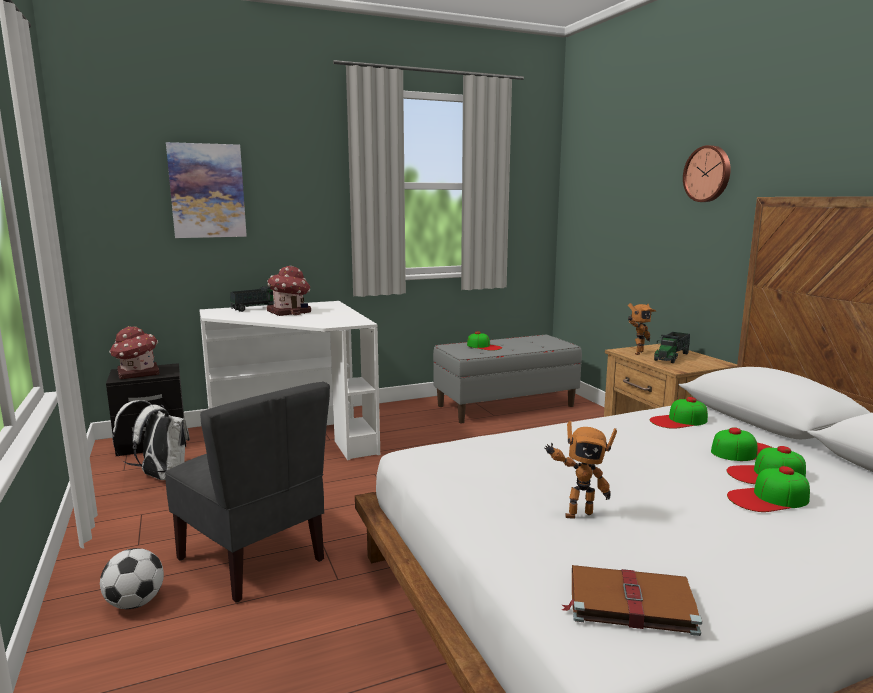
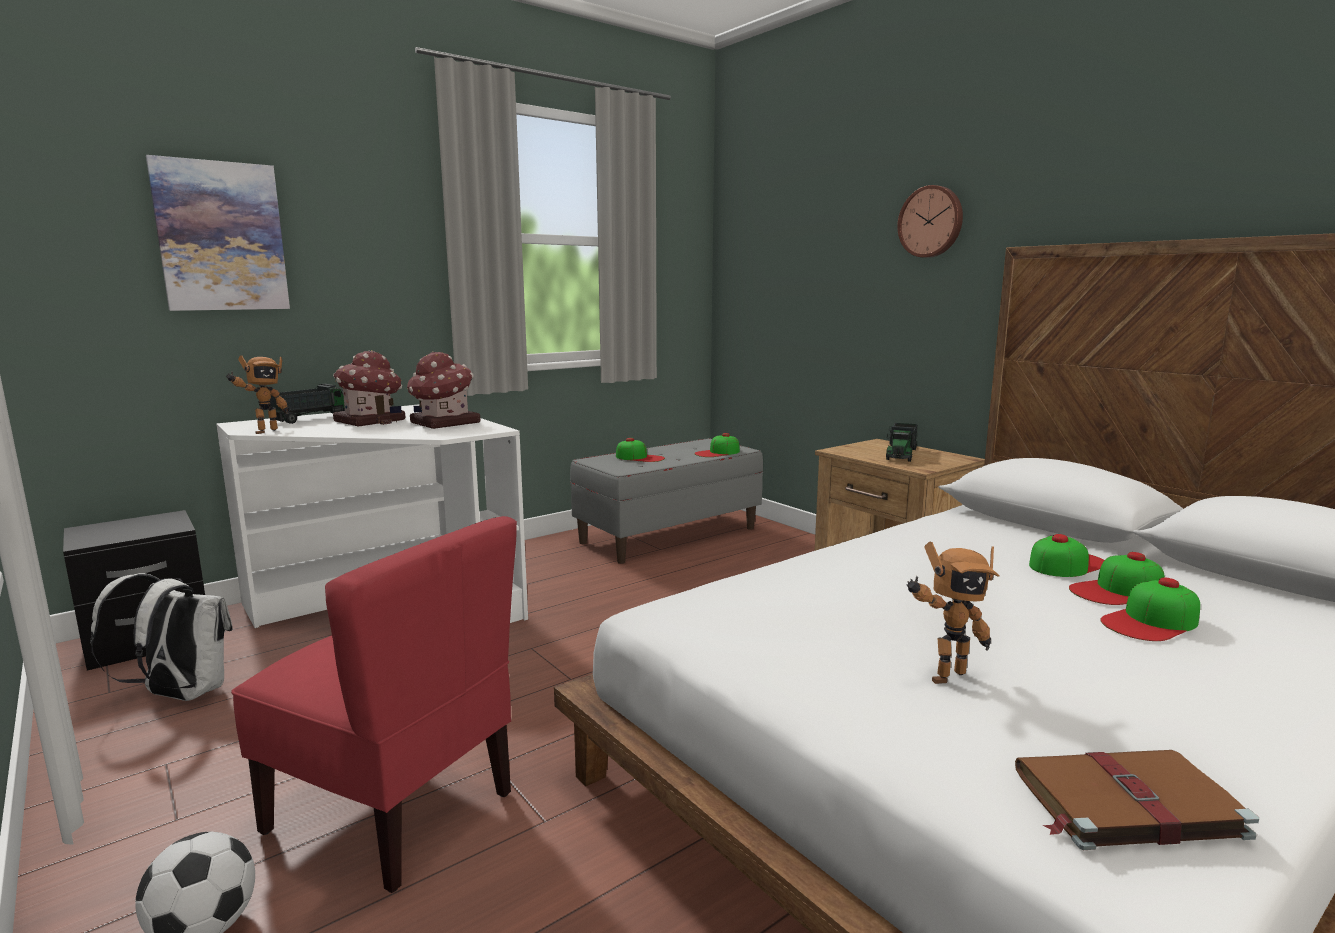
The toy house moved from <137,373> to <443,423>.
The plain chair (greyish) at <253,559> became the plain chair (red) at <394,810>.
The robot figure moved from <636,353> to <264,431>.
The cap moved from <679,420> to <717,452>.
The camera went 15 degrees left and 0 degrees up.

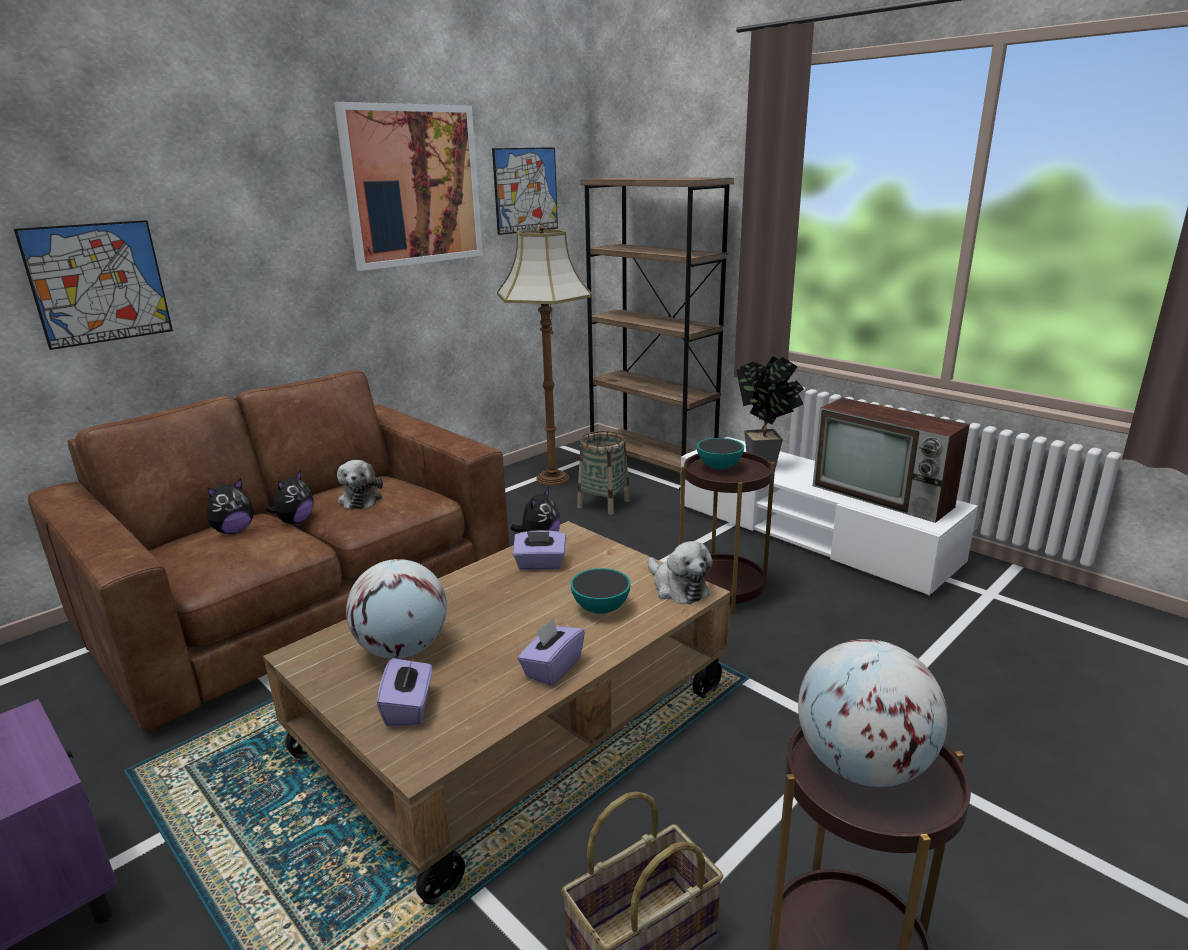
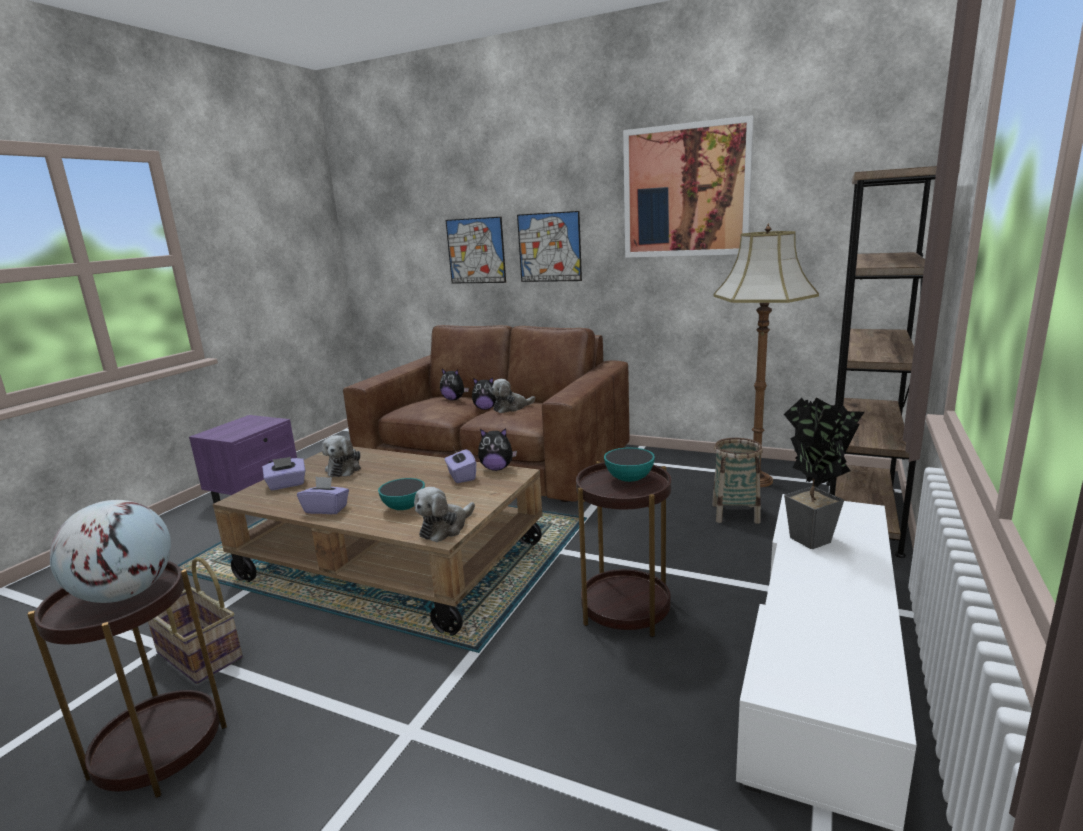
The world globe at <403,649> was replaced by the cuddly toy at <344,468>.
The wall art moved from <526,190> to <549,247>.
The TV at <884,496> disappeared.
The camera went 70 degrees right and 5 degrees down.

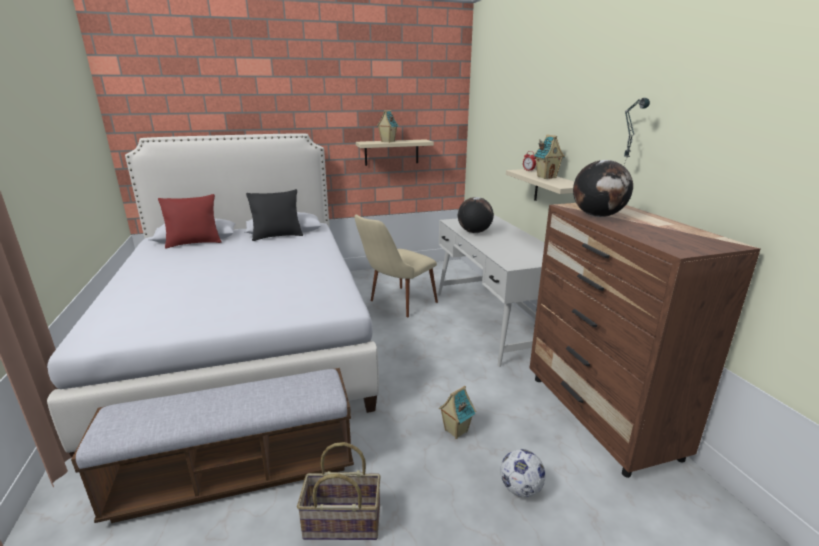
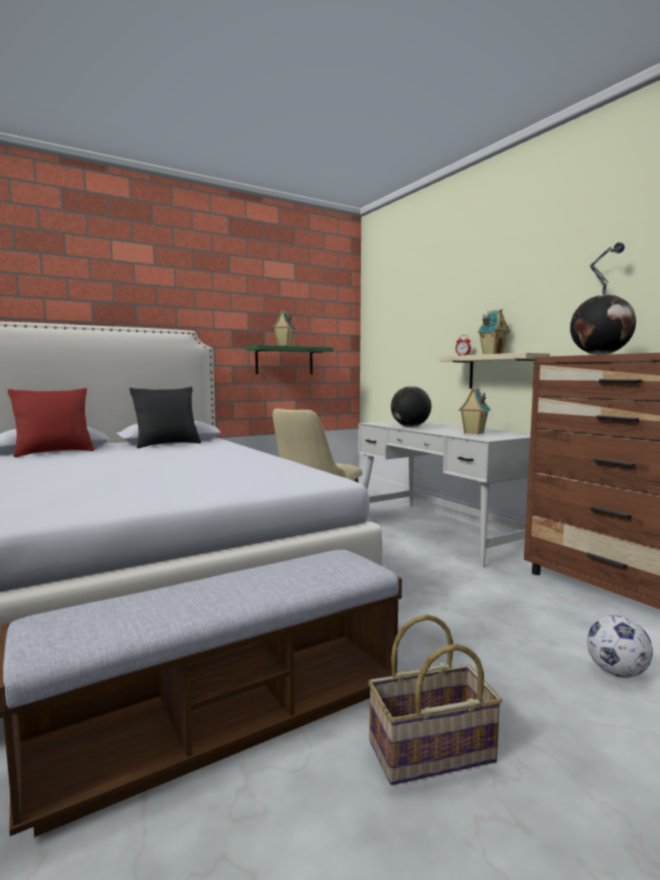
The bracket shelf (beige-coloured) at <391,152> became the bracket shelf (greenish) at <284,360>.
The toy house moved from <455,431> to <473,433>.
The camera went 15 degrees left and 15 degrees down.

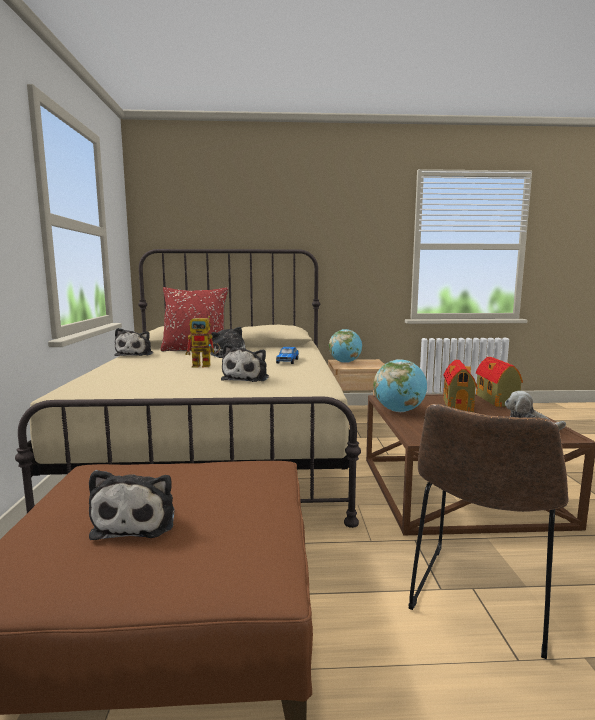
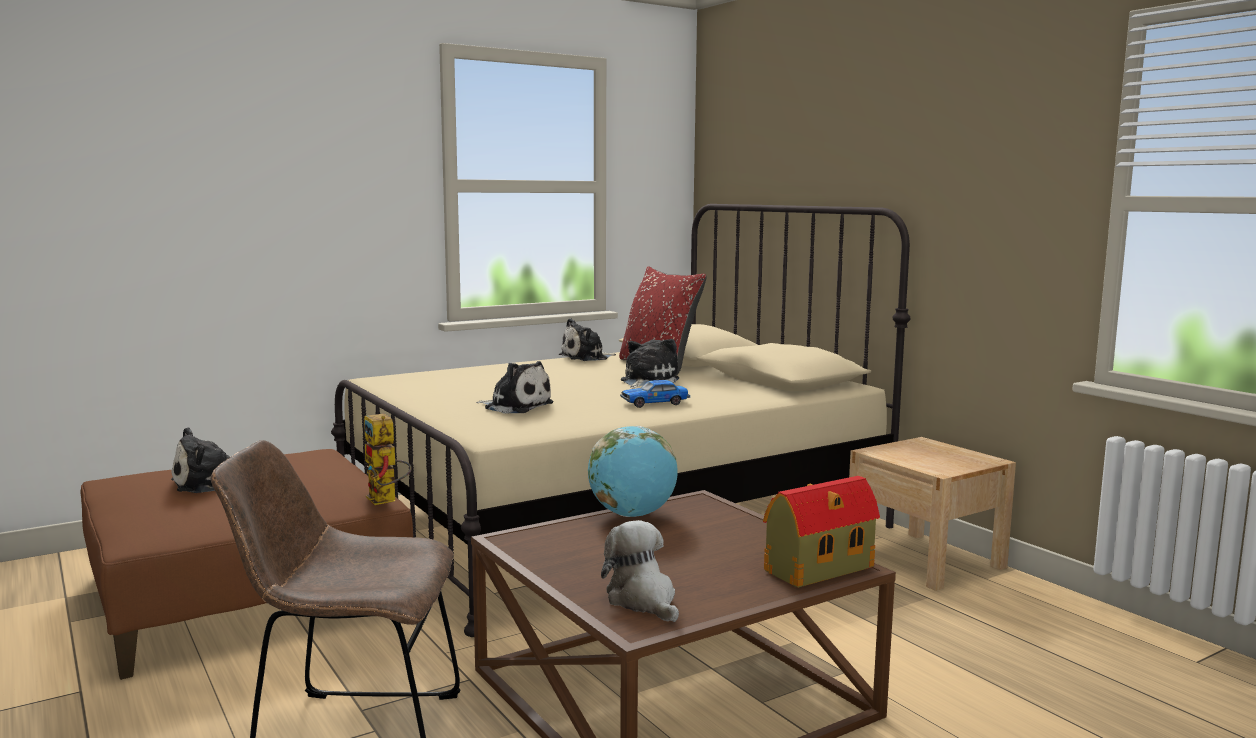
The robot figure moved from <206,365> to <386,501>.
The cuddly toy at <247,378> turned 135 degrees counterclockwise.
The world globe at <345,362> disappeared.
The toy house at <457,404> disappeared.
The camera went 60 degrees right and 0 degrees up.

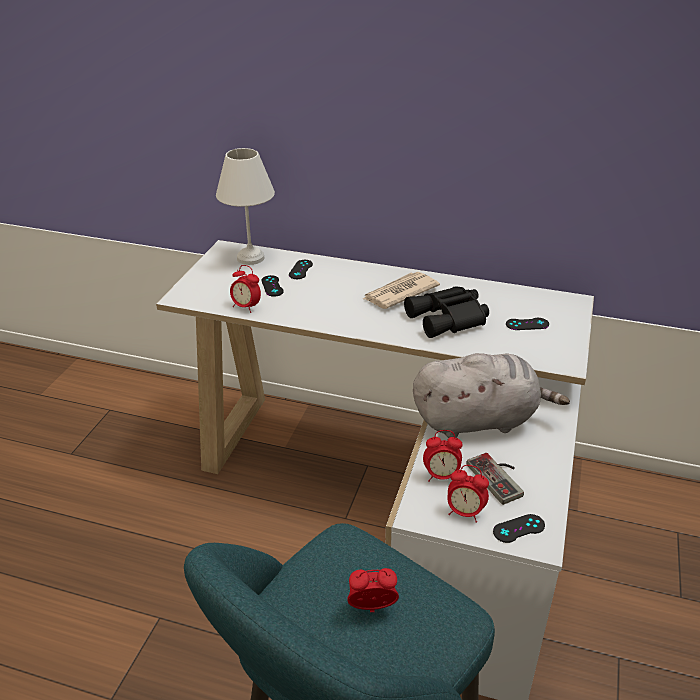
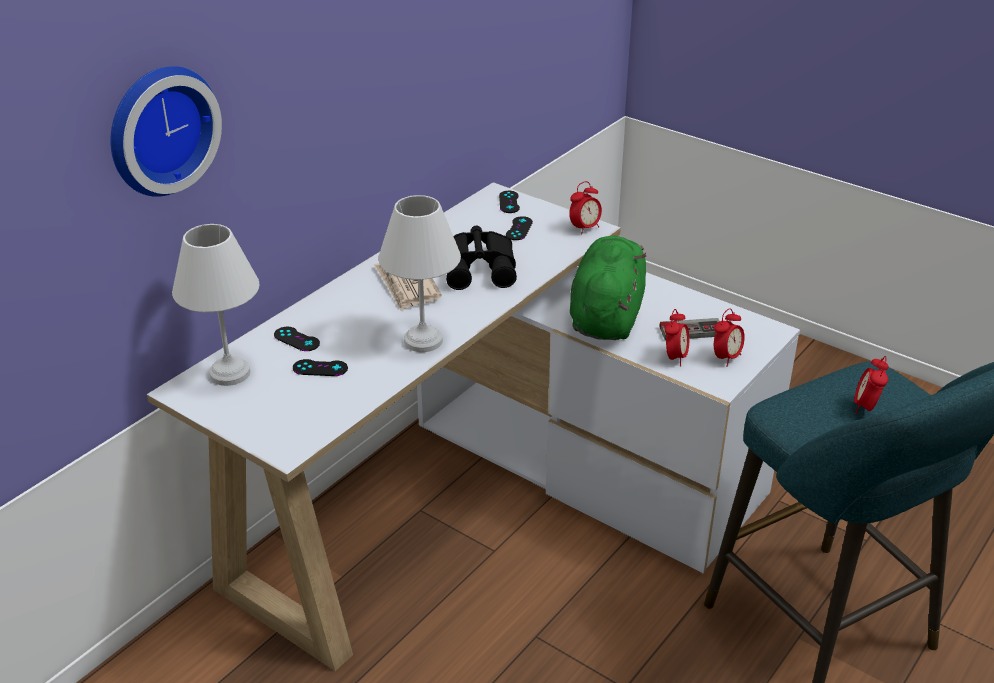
The bedside clock moved from <246,307> to <584,228>.
The cuddly toy (greyish) at <479,420> became the cuddly toy (greenish) at <606,316>.
The game controller (black-coloured) moved from <519,528> to <509,202>.
The hanging clock at <158,129> appeared.
The table lamp (white) at <421,340> appeared.
The camera went 70 degrees left and 0 degrees up.

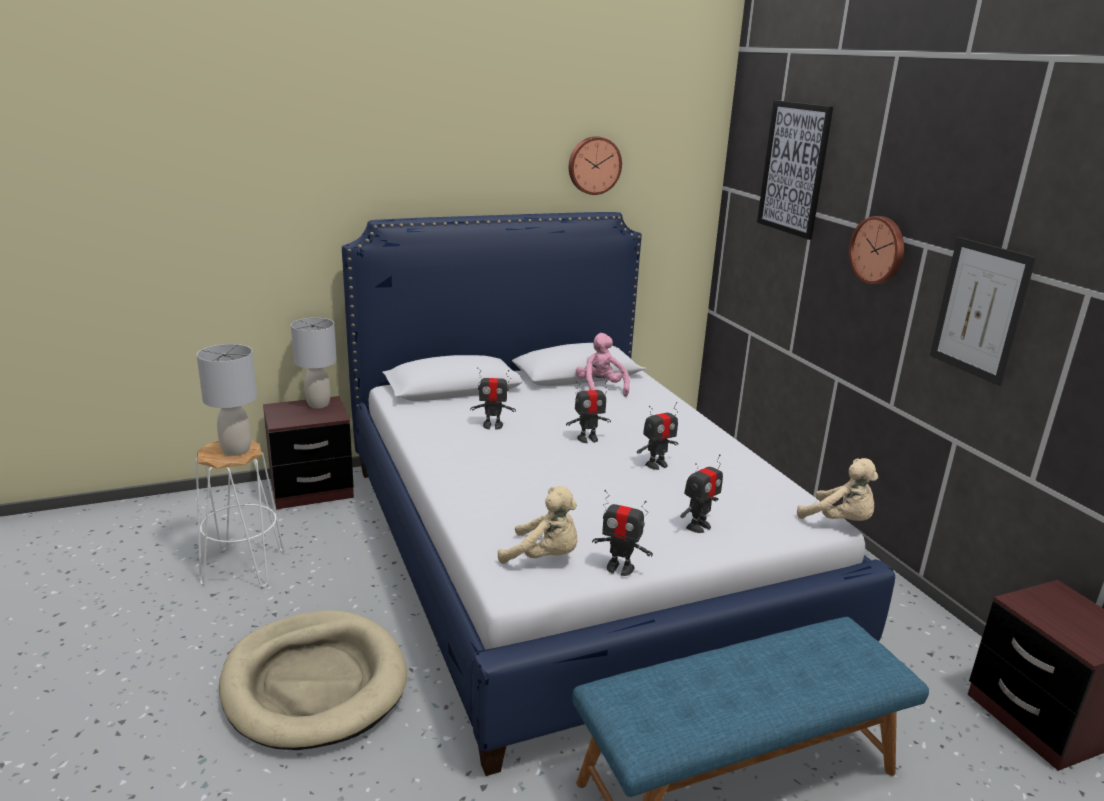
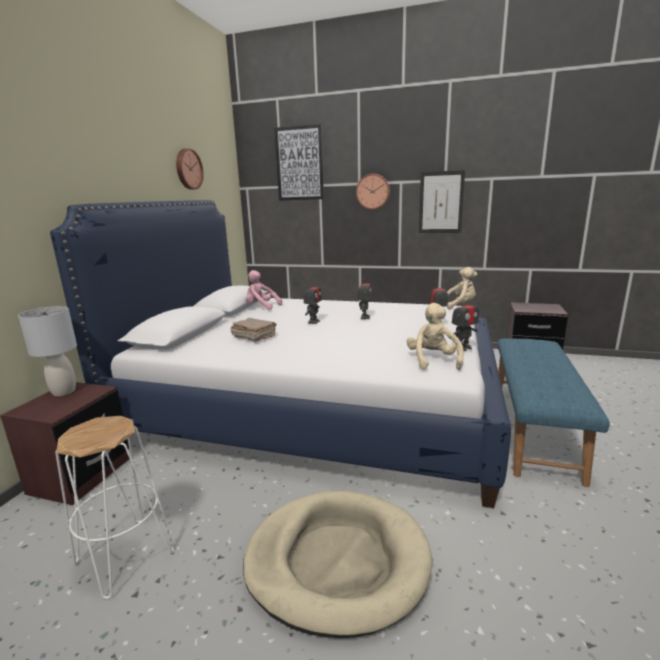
The table lamp (greyish) at <237,450> disappeared.
The robot figure at <492,425> was replaced by the volume (brown-coloured) at <254,337>.
The cuddly toy (beige-coloured) at <544,557> turned 60 degrees counterclockwise.
The camera went 50 degrees left and 5 degrees down.

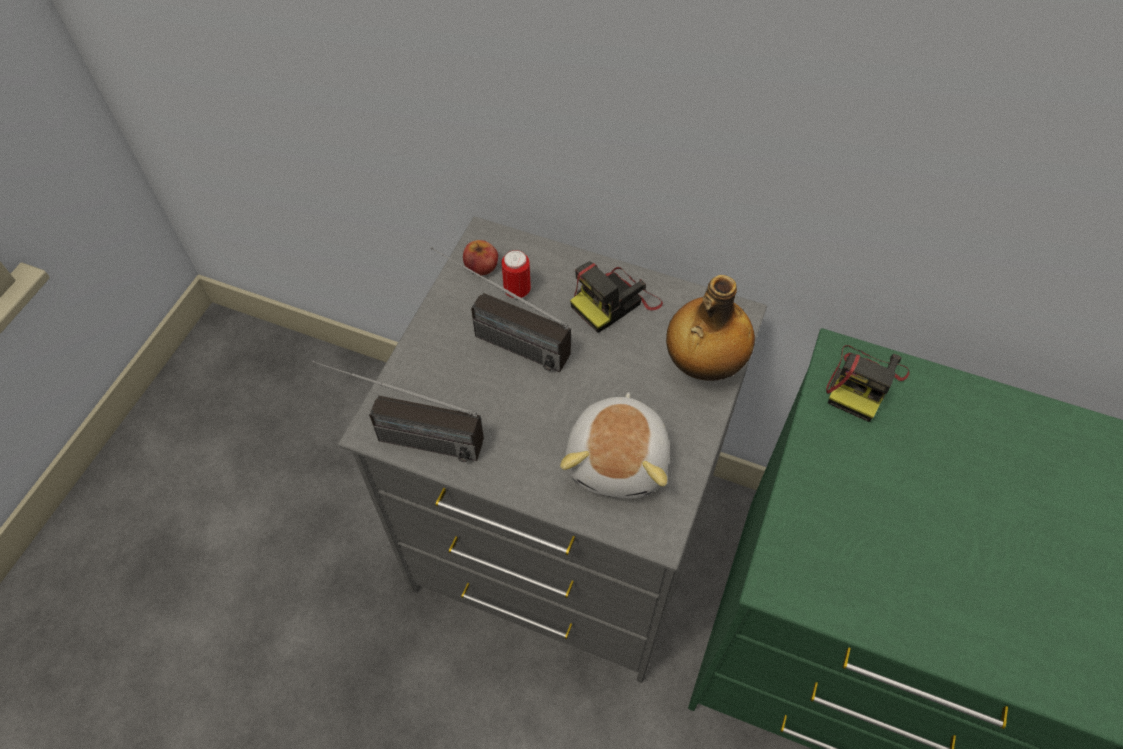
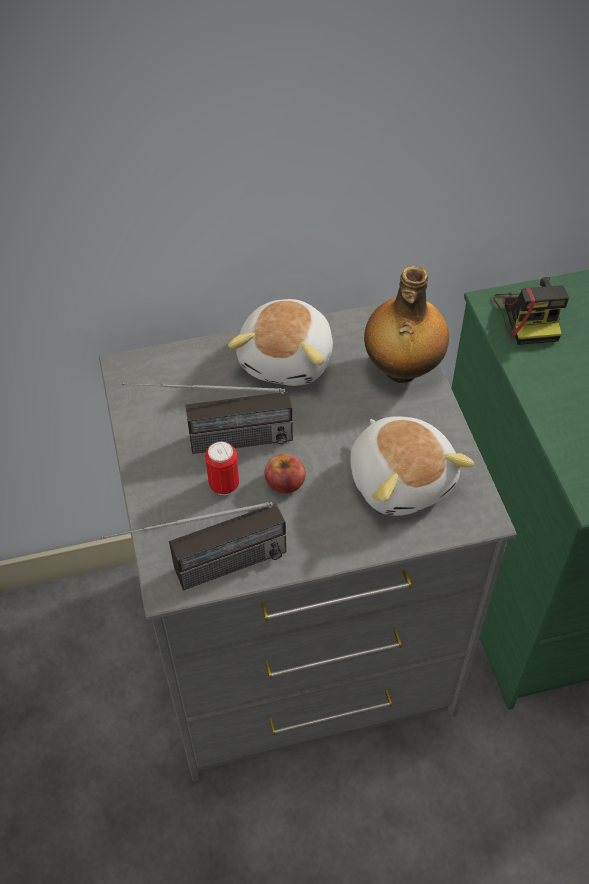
The apple fruit moved from <481,266> to <285,482>.
The sealed can moved from <517,291> to <224,485>.
The still camera at <615,301> was replaced by the cuddly toy at <288,359>.
The camera went 35 degrees left and 5 degrees down.

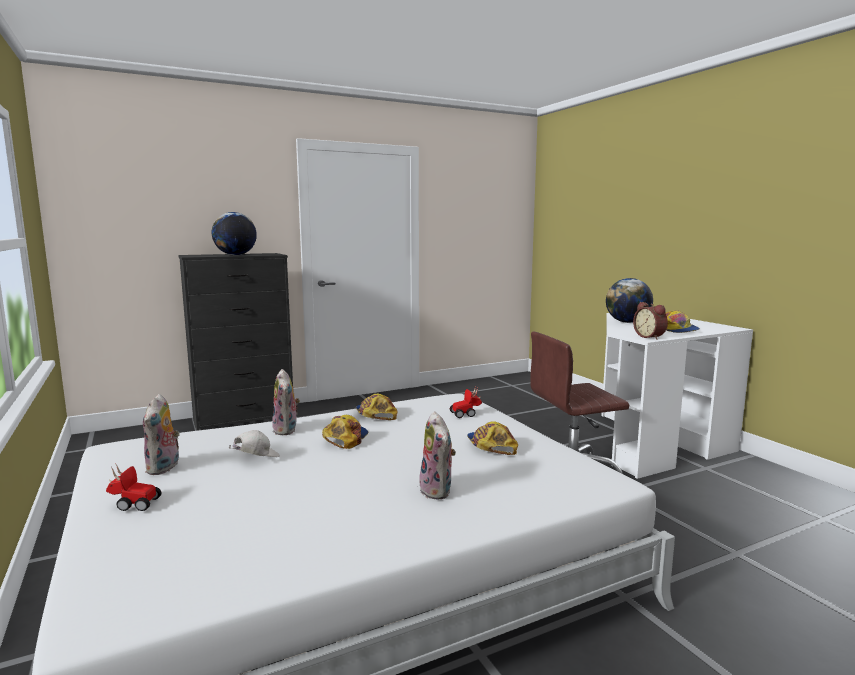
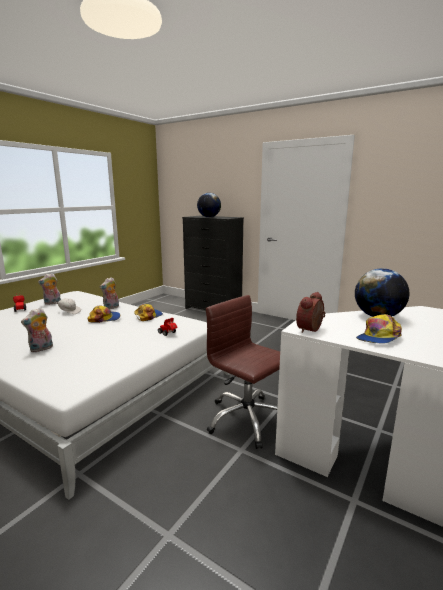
The cap at <491,446> disappeared.
The camera went 60 degrees right and 5 degrees up.

